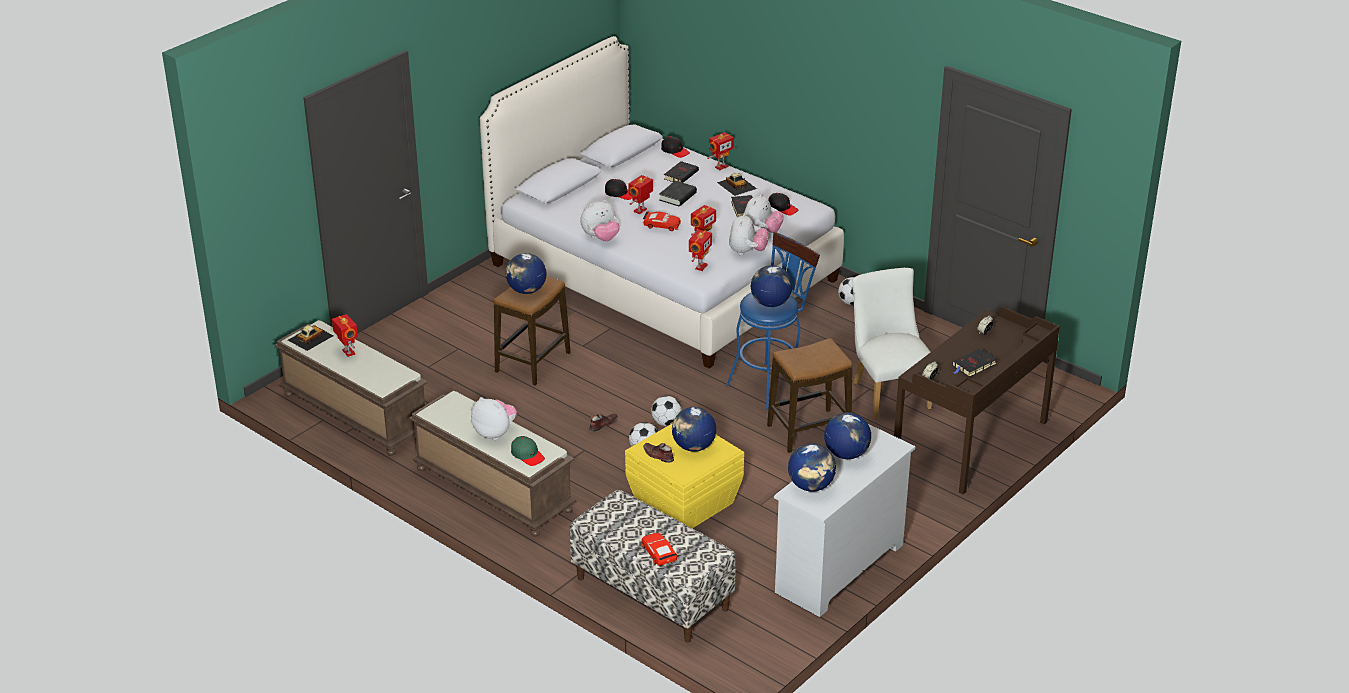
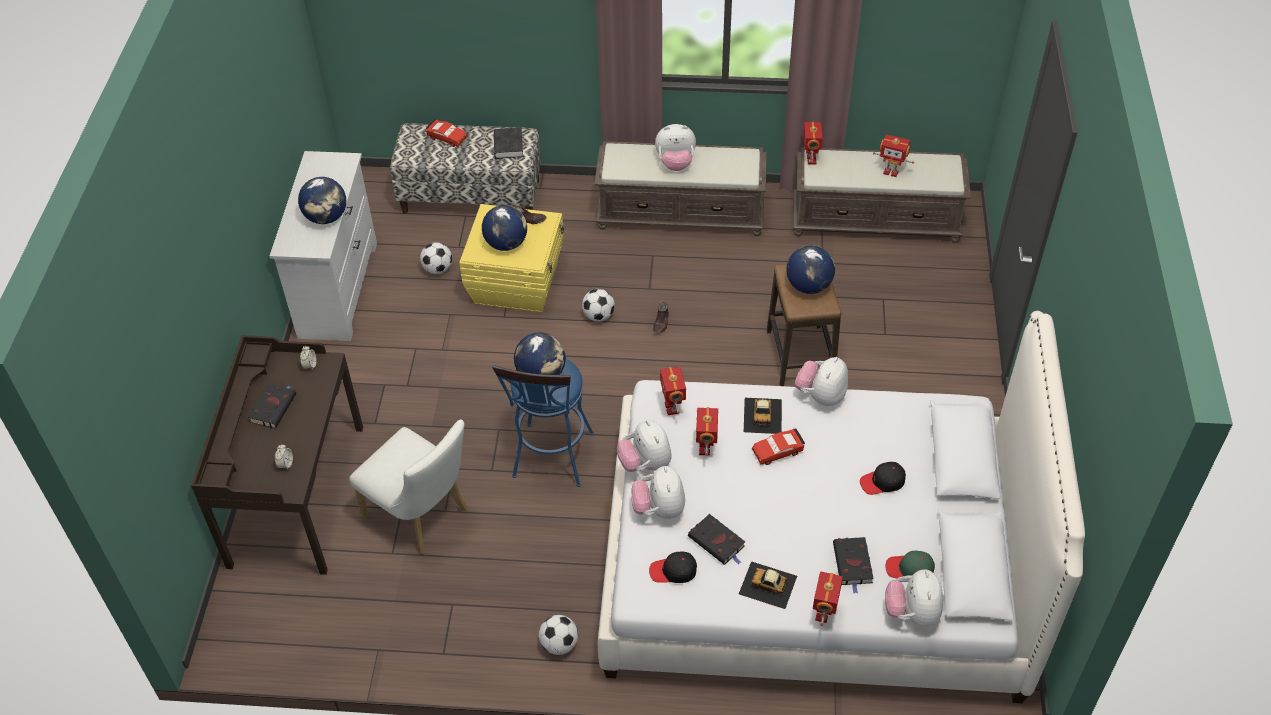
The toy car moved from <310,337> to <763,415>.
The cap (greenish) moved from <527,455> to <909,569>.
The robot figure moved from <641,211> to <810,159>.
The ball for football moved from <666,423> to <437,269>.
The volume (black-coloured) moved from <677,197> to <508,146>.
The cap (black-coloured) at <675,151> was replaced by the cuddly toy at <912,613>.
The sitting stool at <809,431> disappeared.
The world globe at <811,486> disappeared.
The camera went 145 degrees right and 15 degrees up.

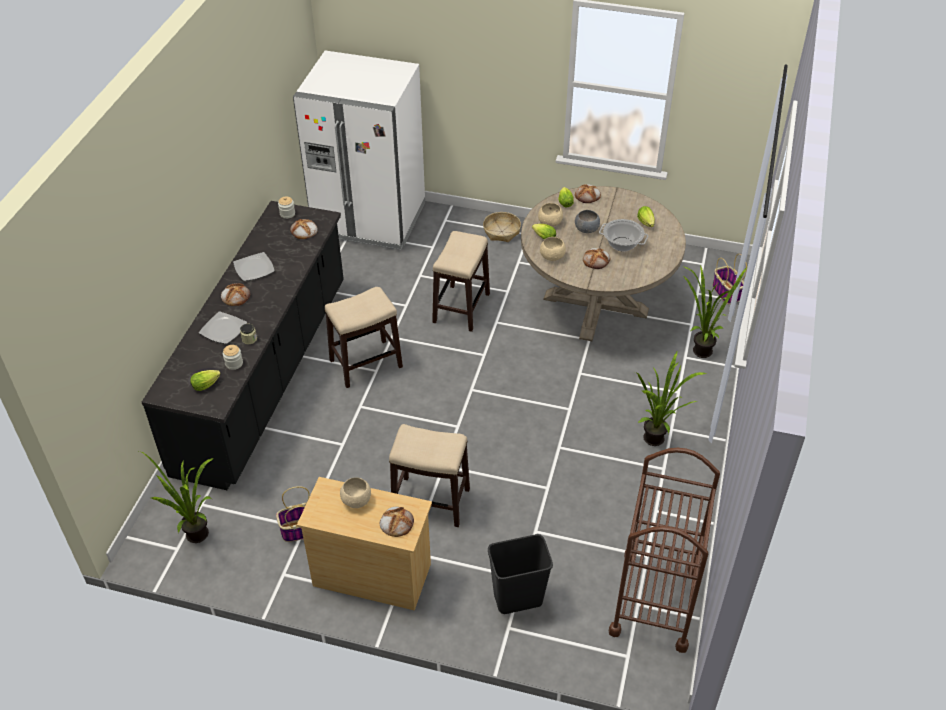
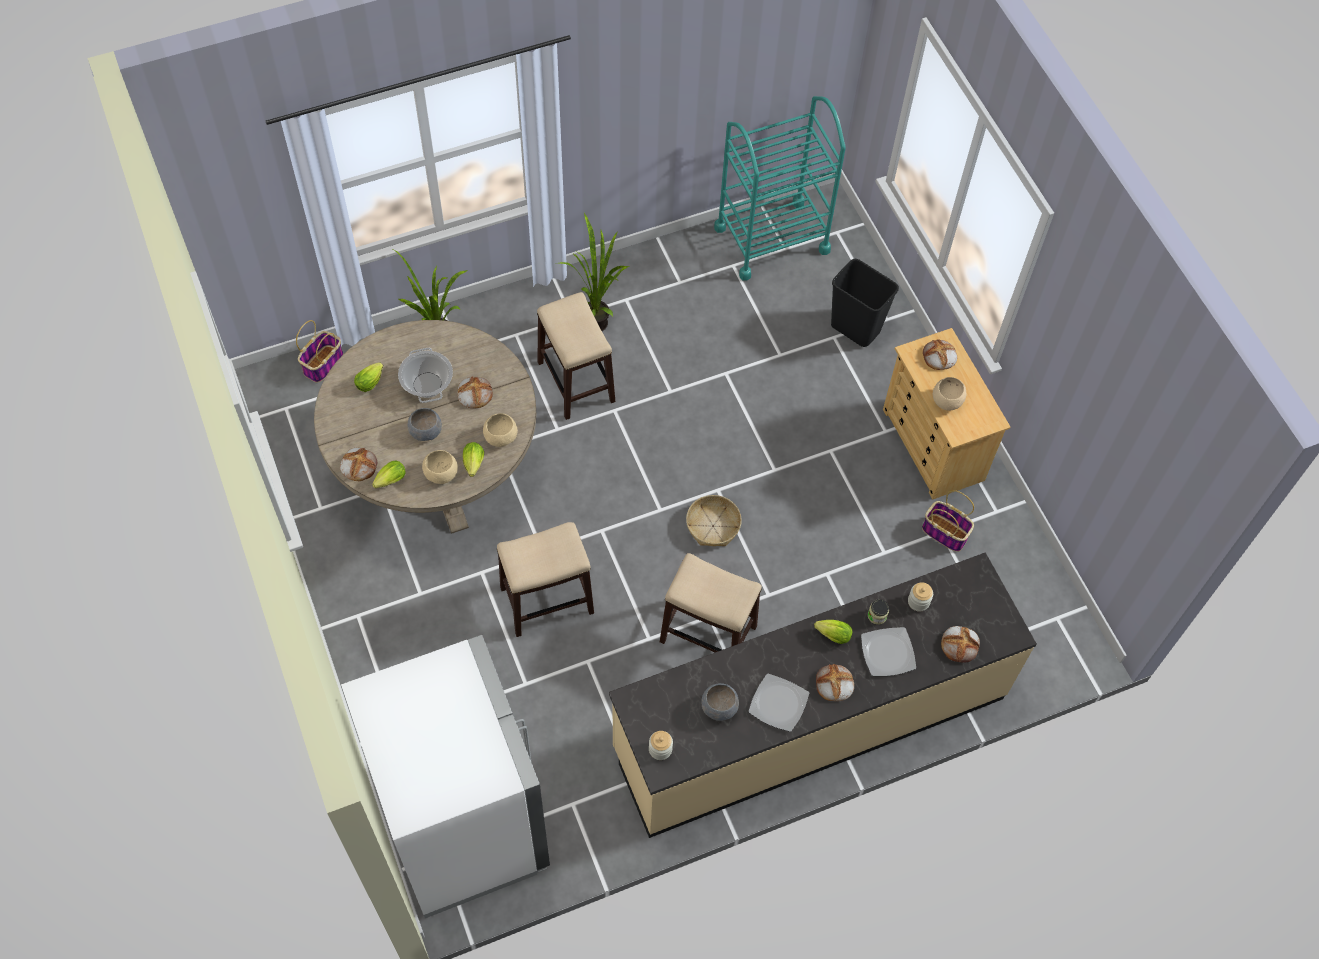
The houseplant at <196,539> disappeared.
The counter (black-coloured) at <265,375> became the counter (beige-coloured) at <809,722>.
The head of lettuce moved from <207,384> to <831,635>.
The bakery bread moved from <304,231> to <960,645>.
The sitting stool moved from <430,501> to <576,382>.
The basket moved from <501,231> to <713,526>.
The cart (brown-coloured) at <655,601> became the cart (turquoise-coloured) at <771,239>.
The deep dish (greyish) at <719,706> appeared.
The camera went 130 degrees left and 15 degrees up.

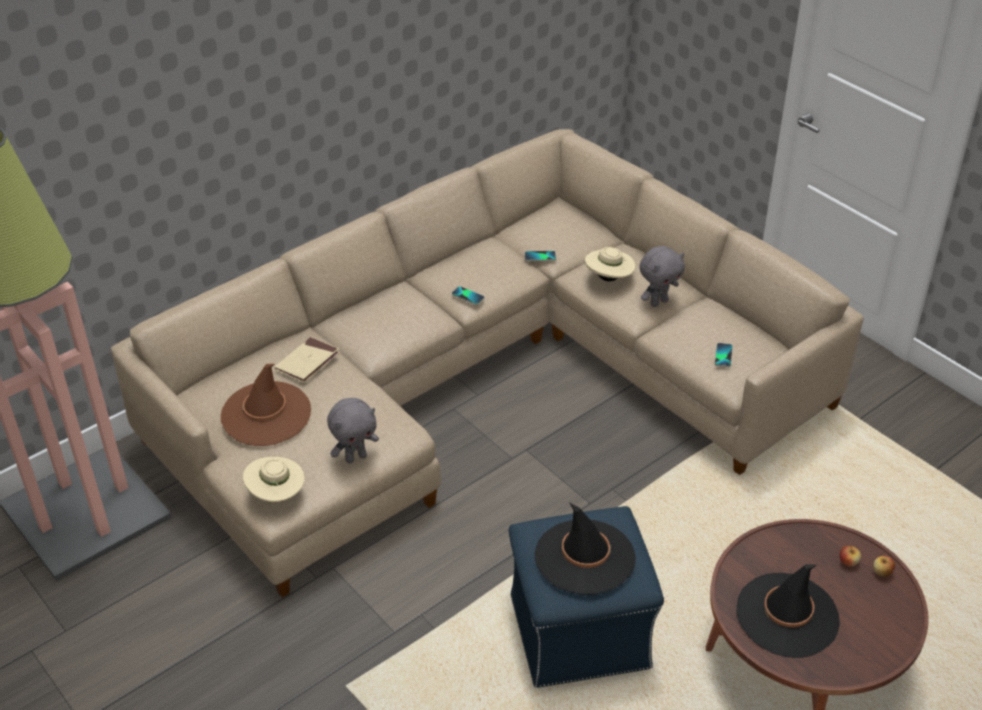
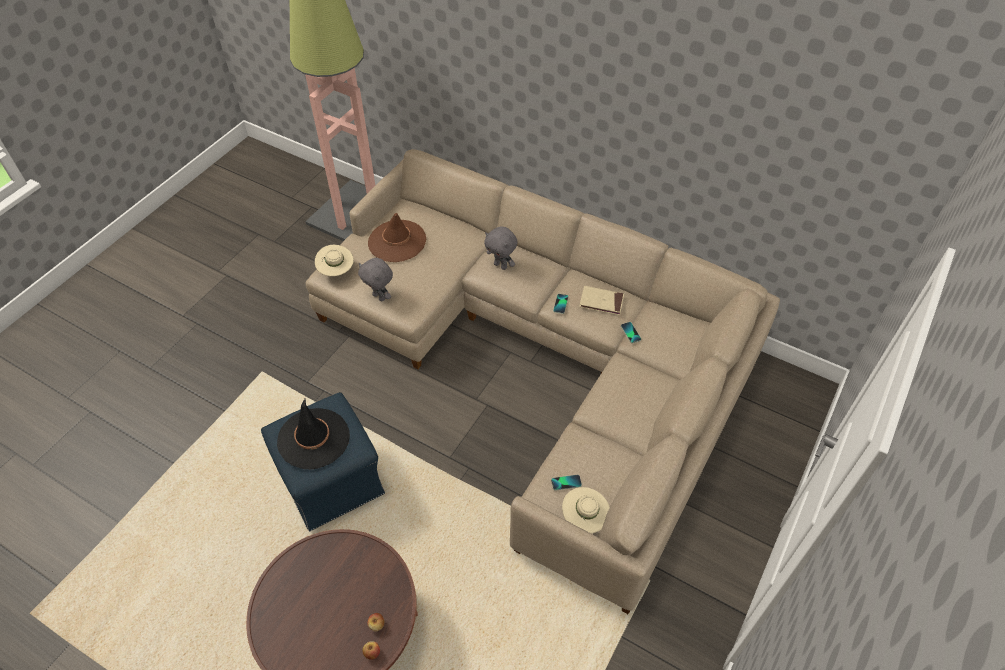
The volume (beige-coloured) moved from <307,362> to <601,302>.
The clothing hat (beige-coloured) moved from <609,278> to <584,518>.
The cuddly toy (greyish) moved from <658,302> to <501,265>.
The clothing hat (black-coloured) at <787,615> disappeared.
The camera went 70 degrees right and 10 degrees up.

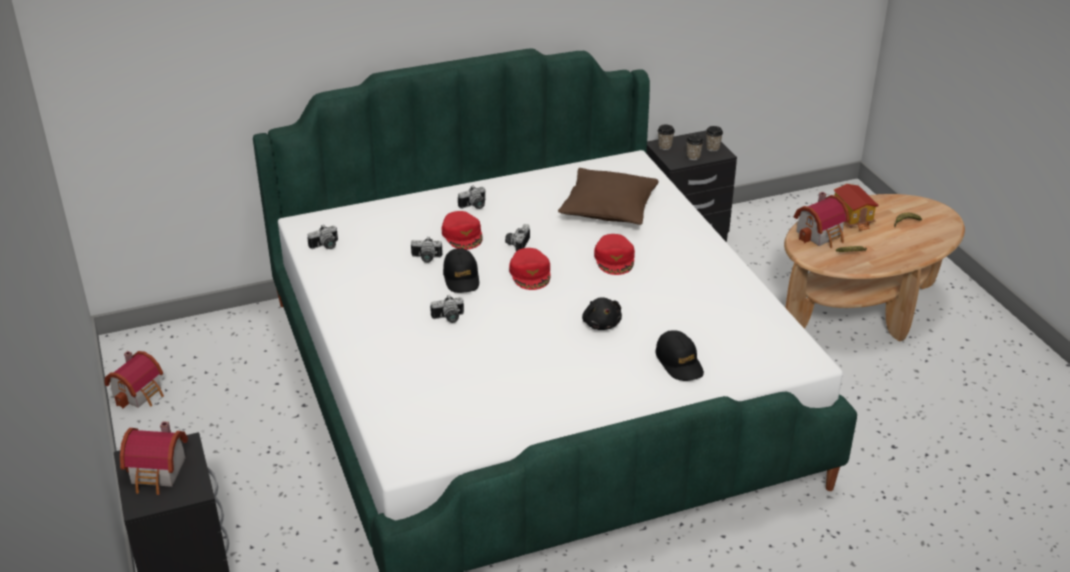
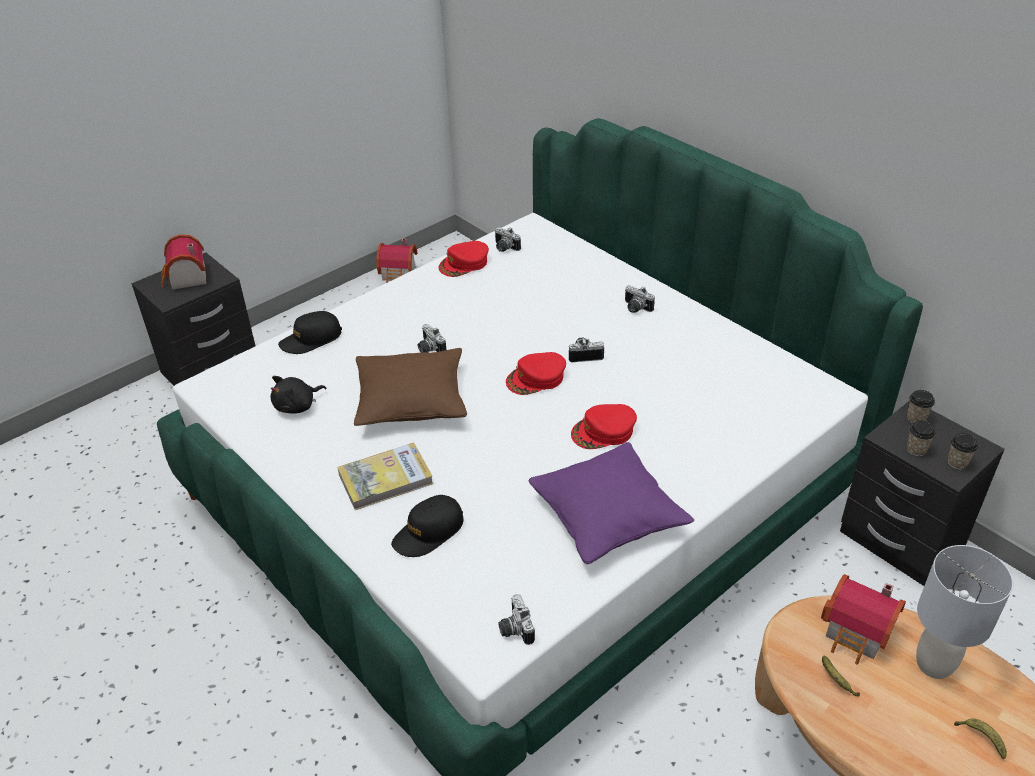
The still camera moved from <426,258> to <514,629>.
The cap (red) moved from <462,235> to <464,264>.
The cap (black-coloured) moved from <461,278> to <311,339>.
The throw pillow (brown-coloured) moved from <608,209> to <411,400>.
The cuddly toy (black-coloured) moved from <601,323> to <297,406>.
The toy house at <853,218> was replaced by the table lamp (greyish) at <935,664>.
The volume at <385,479> appeared.
The throw pillow (purple) at <608,515> appeared.
The camera went 70 degrees right and 5 degrees up.

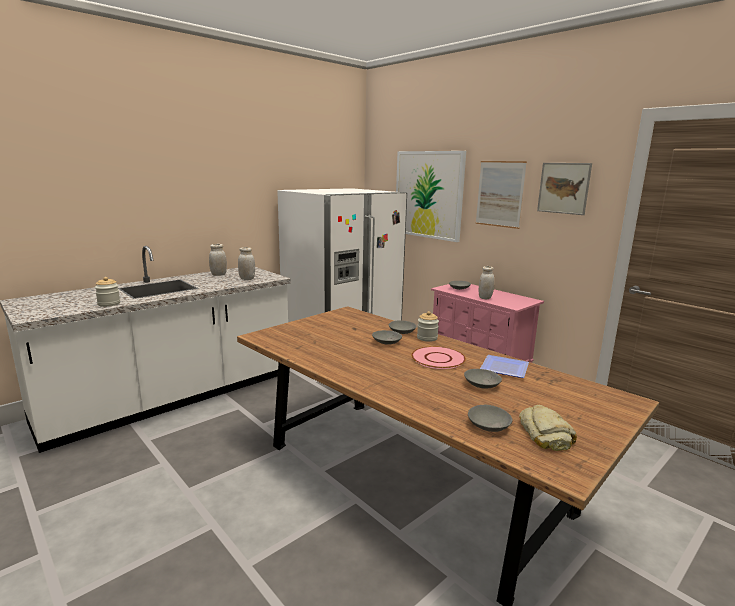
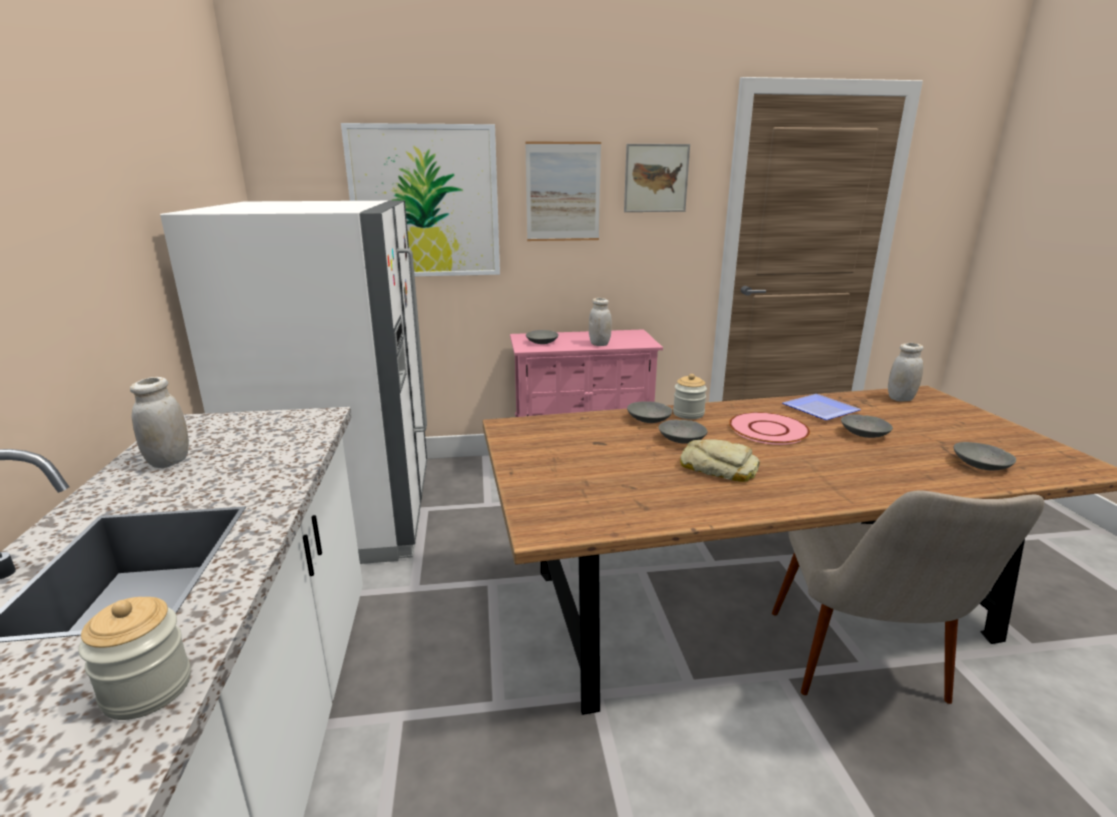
The storage jar (white) moved from <247,279> to <900,399>.
The bakery bread moved from <545,434> to <719,468>.
The plain chair (beige-coloured) at <865,676> appeared.
The camera went 55 degrees left and 5 degrees up.

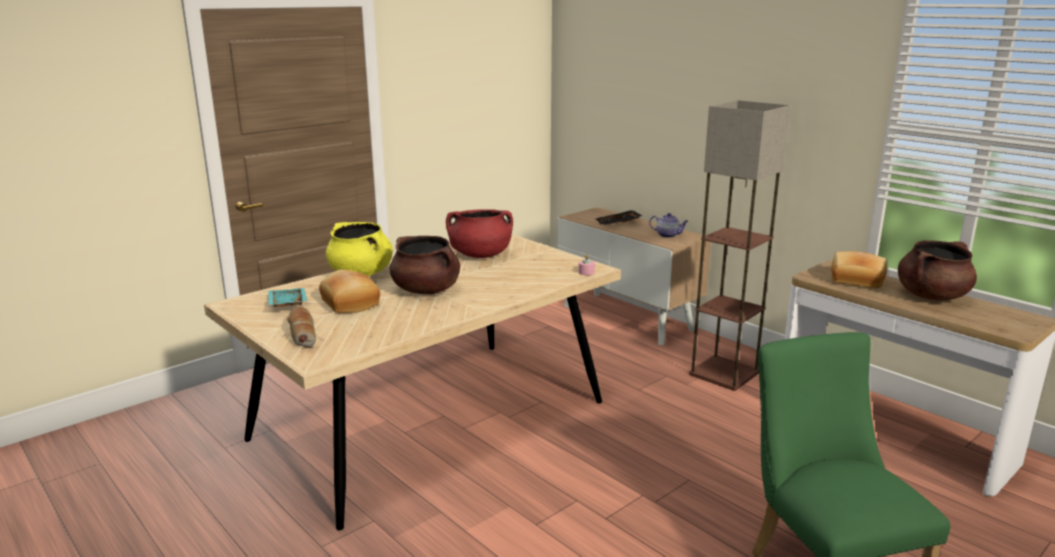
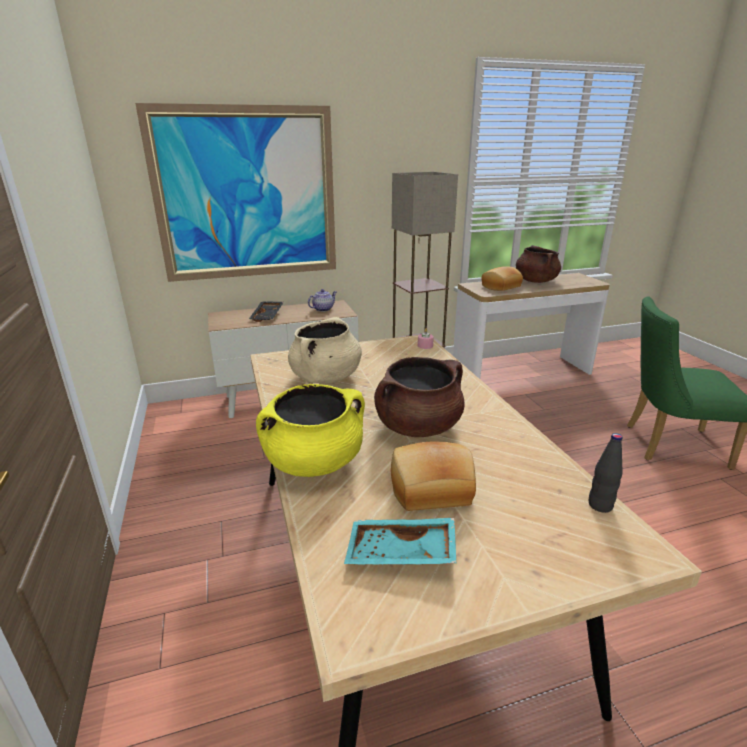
The bakery bread at <302,334> disappeared.
The stockpot (red) at <480,255> became the stockpot (beige-coloured) at <326,378>.
The wall art at <247,195> appeared.
The beverage bottle (black-coloured) at <600,505> appeared.
The camera went 65 degrees left and 5 degrees up.

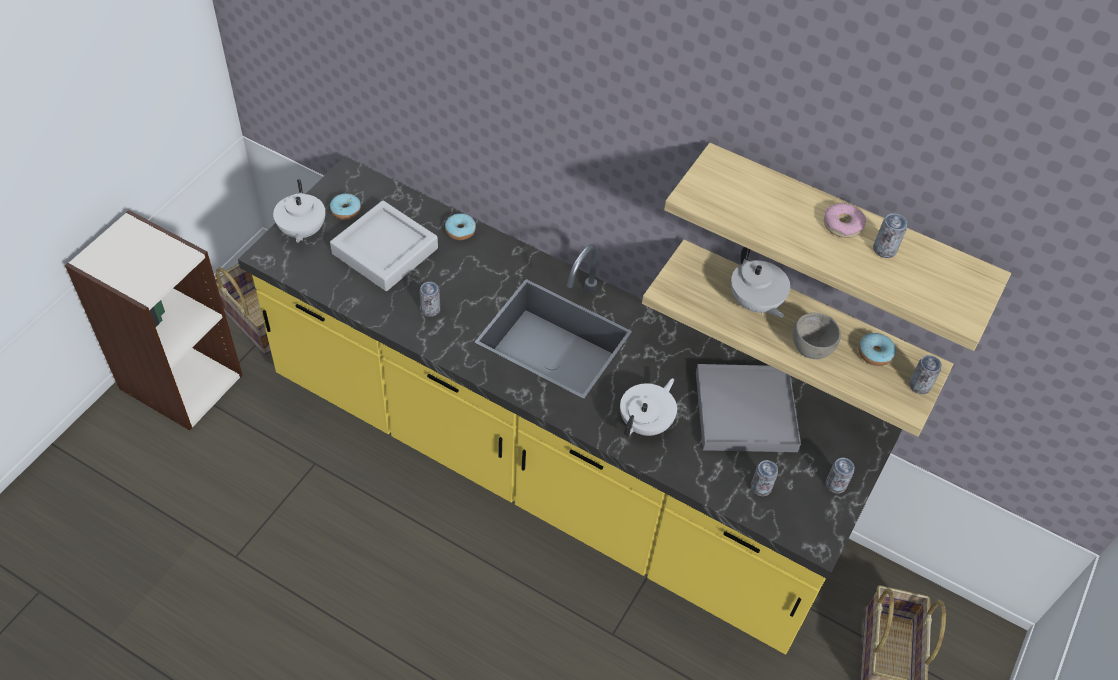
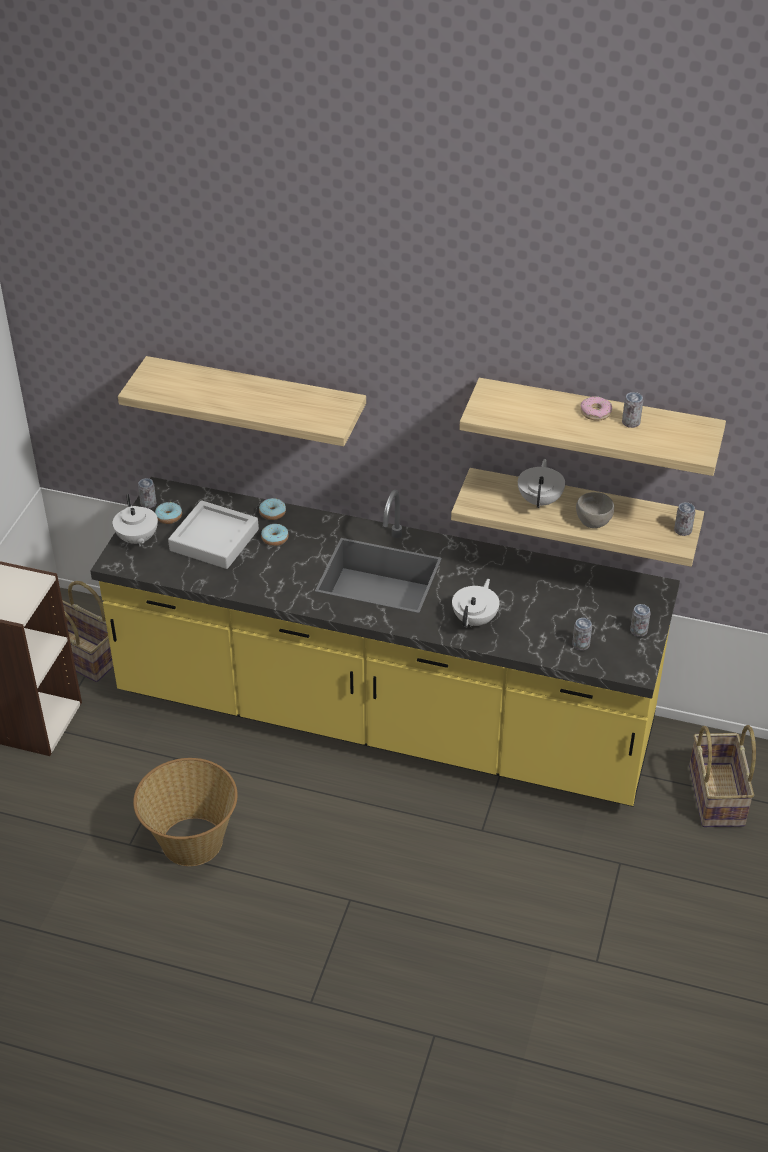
The sealed can moved from <430,309> to <148,504>.
The tray (greyish) at <745,411> disappeared.
The tea pot (white) at <755,303> turned 135 degrees counterclockwise.
The doughnut moved from <874,353> to <275,539>.
The bracket shelf at <256,398> appeared.
The basket at <191,842> appeared.
The camera went 10 degrees left and 10 degrees down.

